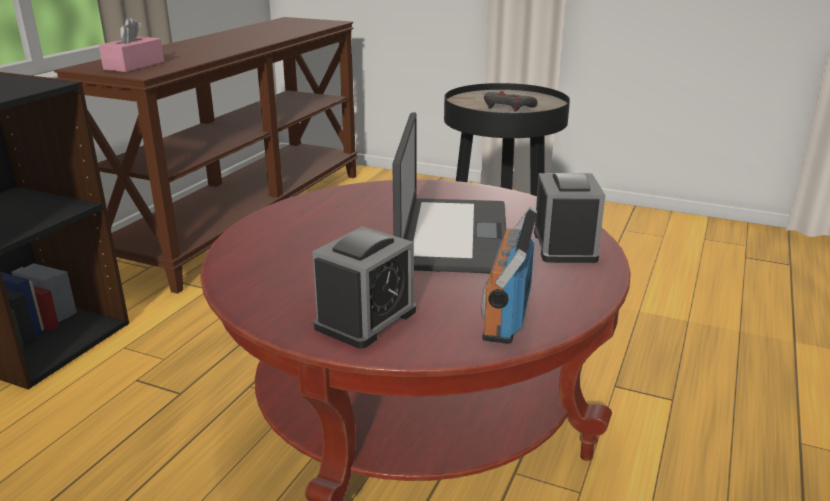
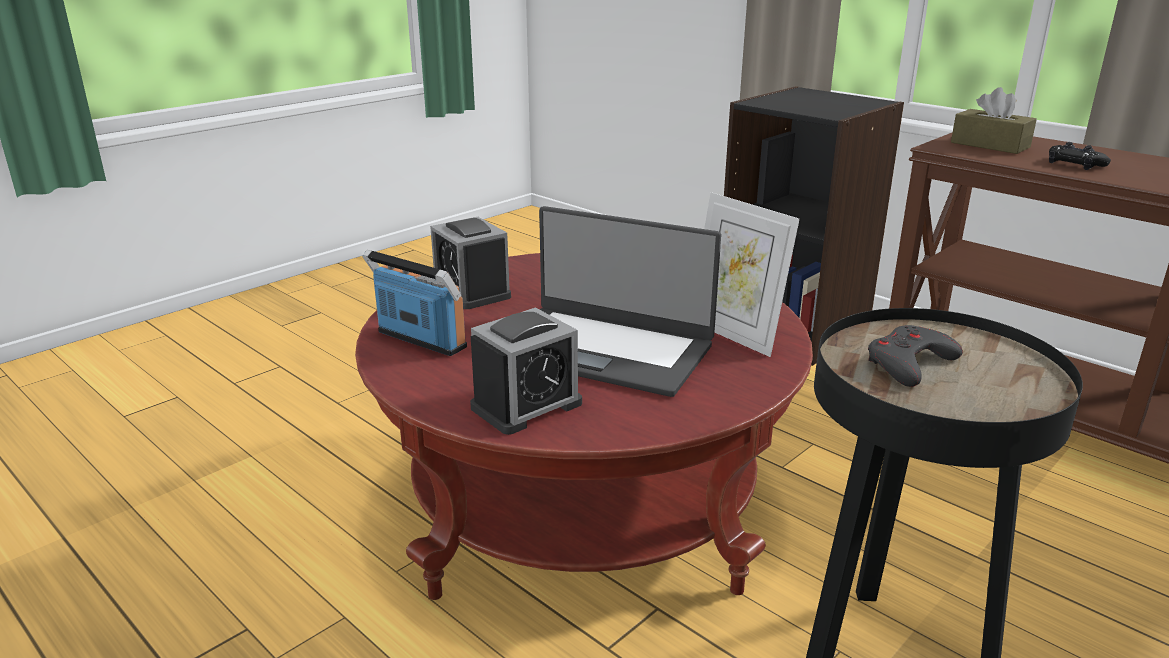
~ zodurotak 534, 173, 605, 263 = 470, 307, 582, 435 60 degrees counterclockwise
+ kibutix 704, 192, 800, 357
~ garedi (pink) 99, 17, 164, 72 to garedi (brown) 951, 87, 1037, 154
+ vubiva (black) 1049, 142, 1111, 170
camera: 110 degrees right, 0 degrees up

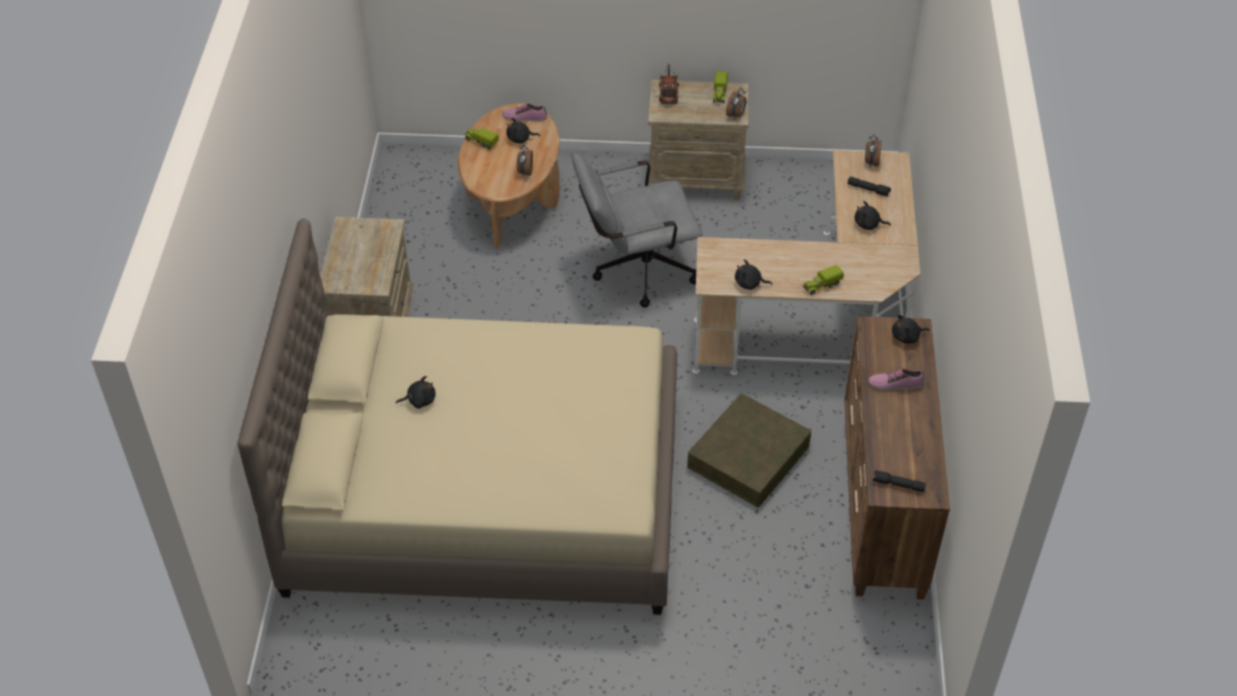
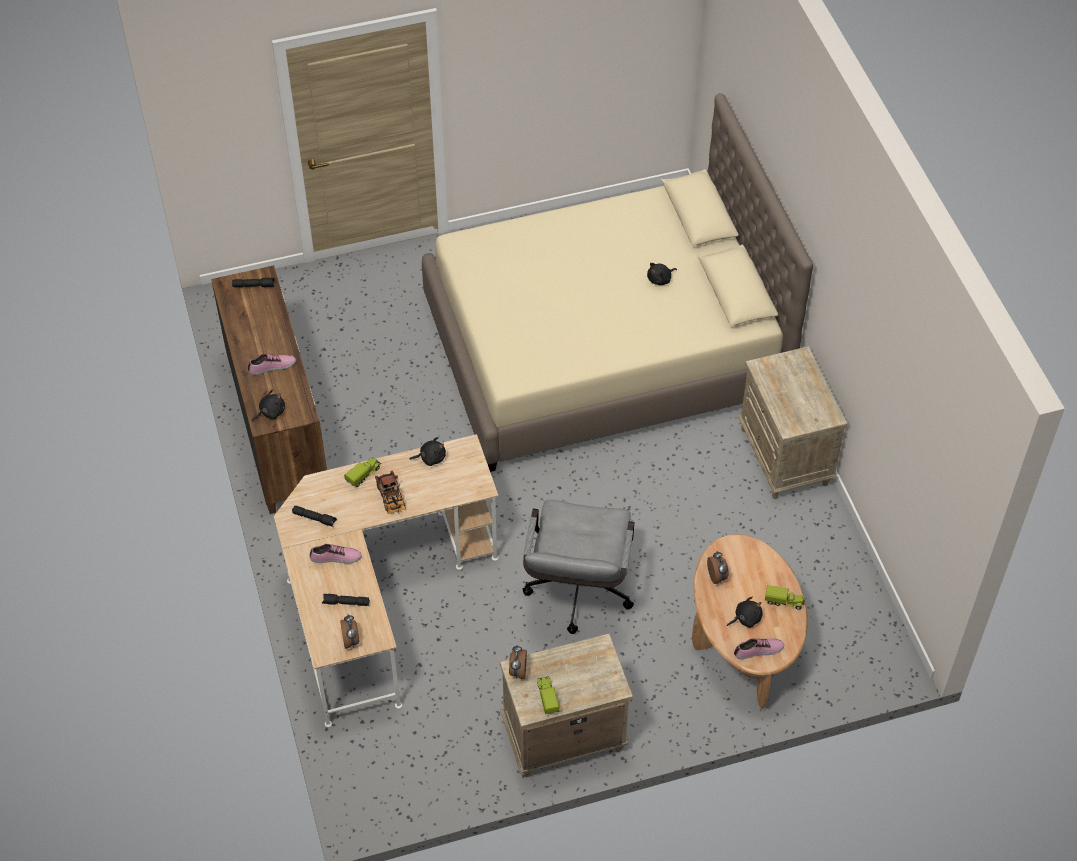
+ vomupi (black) 292, 506, 337, 527
~ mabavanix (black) 854, 201, 891, 230 to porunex 310, 544, 361, 564
~ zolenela 659, 63, 679, 104 to 375, 471, 406, 514
~ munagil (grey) 572, 153, 702, 308 = 523, 500, 634, 634 135 degrees clockwise
- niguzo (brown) 687, 394, 811, 508
camera: 160 degrees right, 5 degrees up

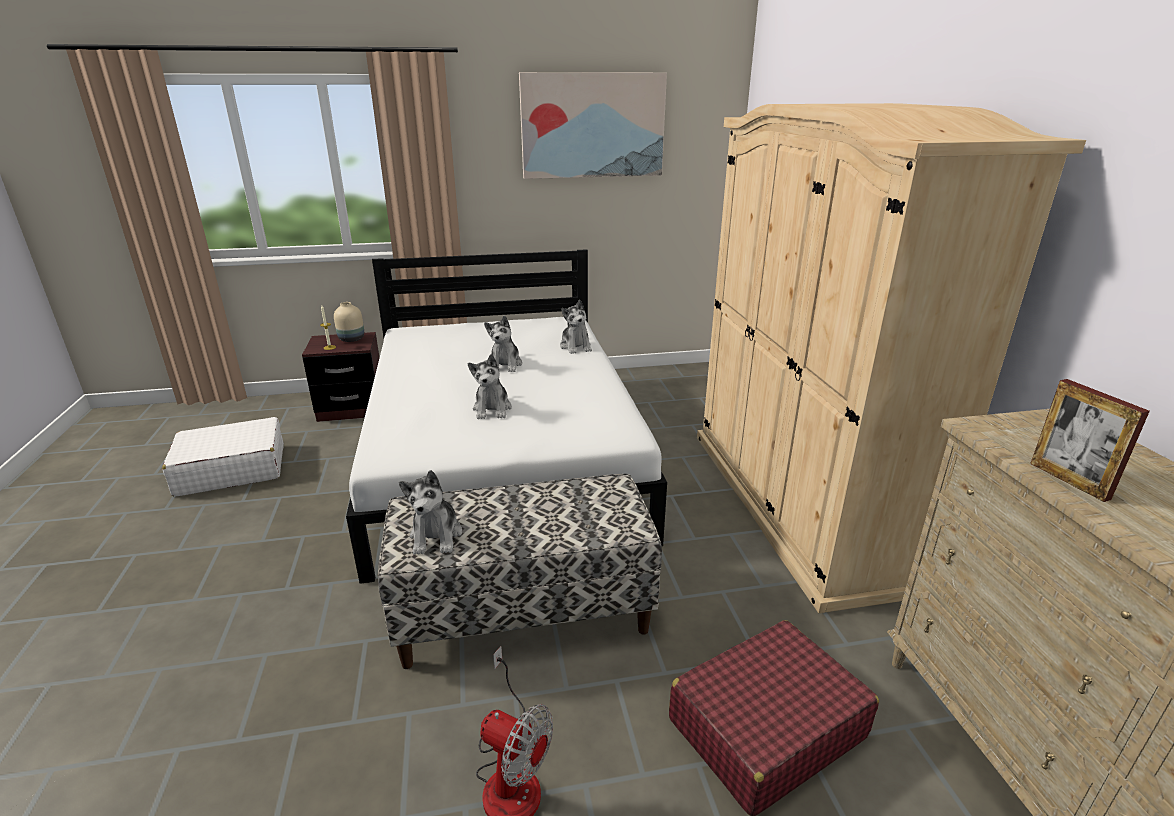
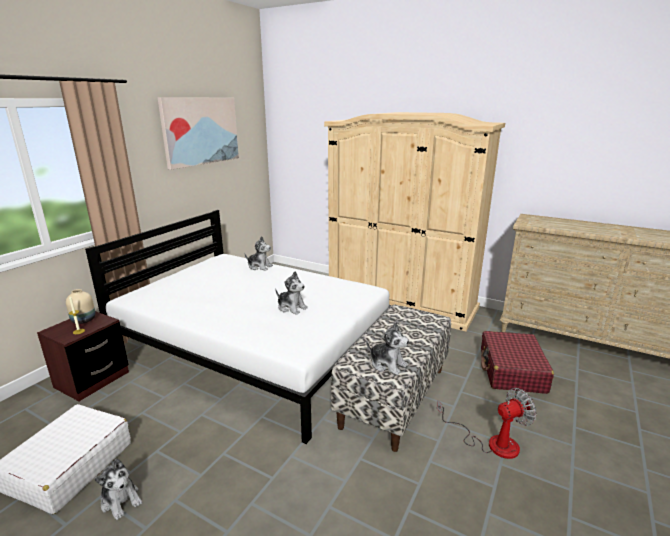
~ mabavanix 484, 316, 522, 372 to 94, 458, 142, 520
- kibutix 1030, 379, 1150, 502
camera: 50 degrees left, 5 degrees down

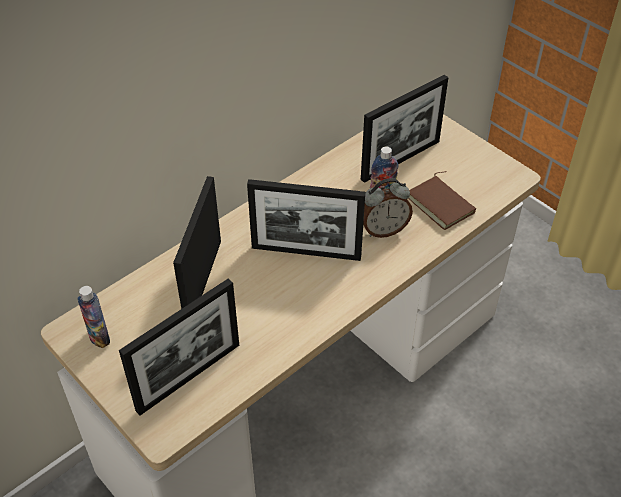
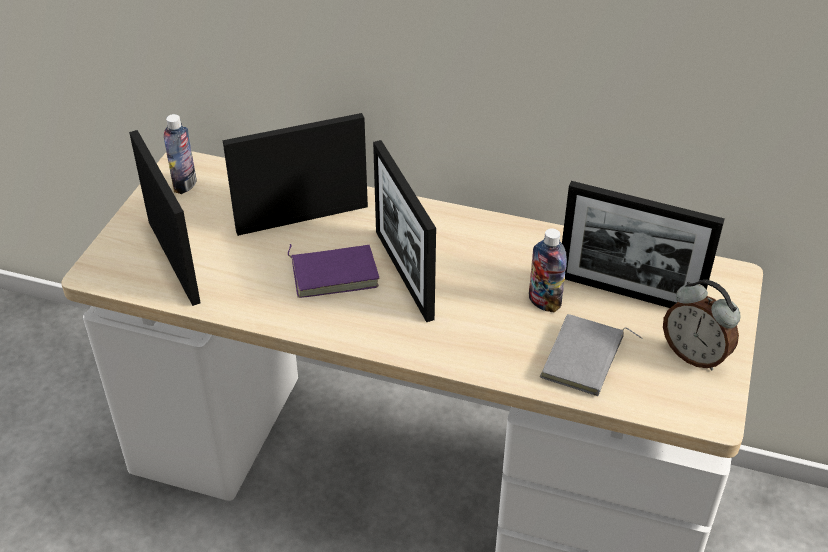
~ kibutix 119, 279, 239, 415 = 129, 130, 201, 306 135 degrees counterclockwise
+ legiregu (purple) 288, 244, 380, 298
~ legiregu (brown) 408, 171, 476, 230 to legiregu (grey) 540, 314, 642, 396
~ zodurotak 363, 178, 413, 238 to 663, 280, 741, 371
camera: 60 degrees right, 5 degrees down

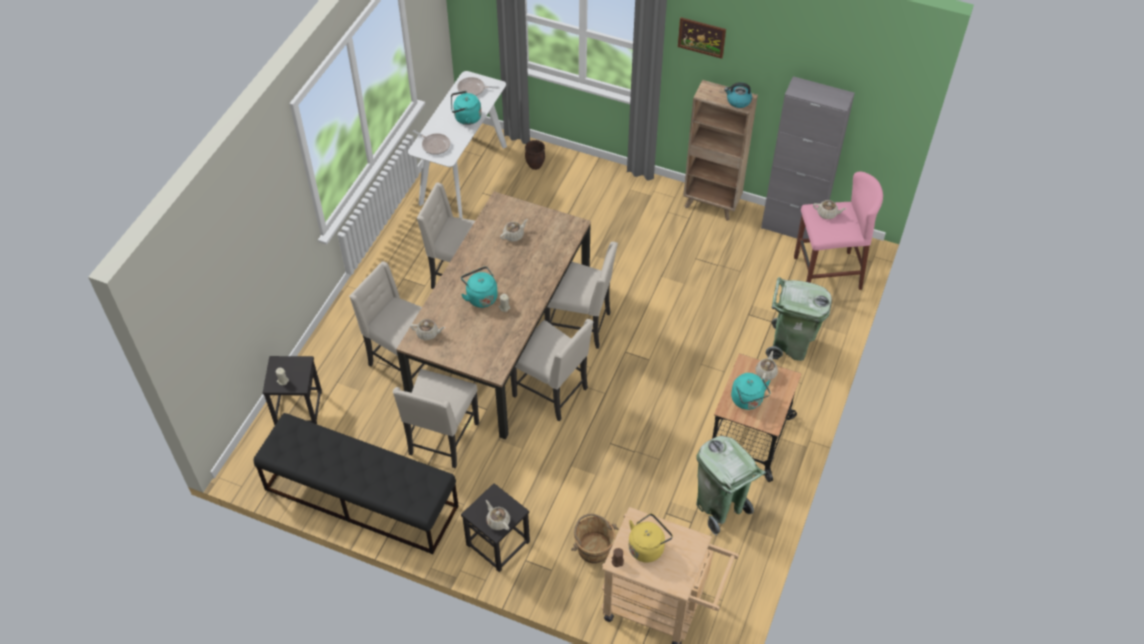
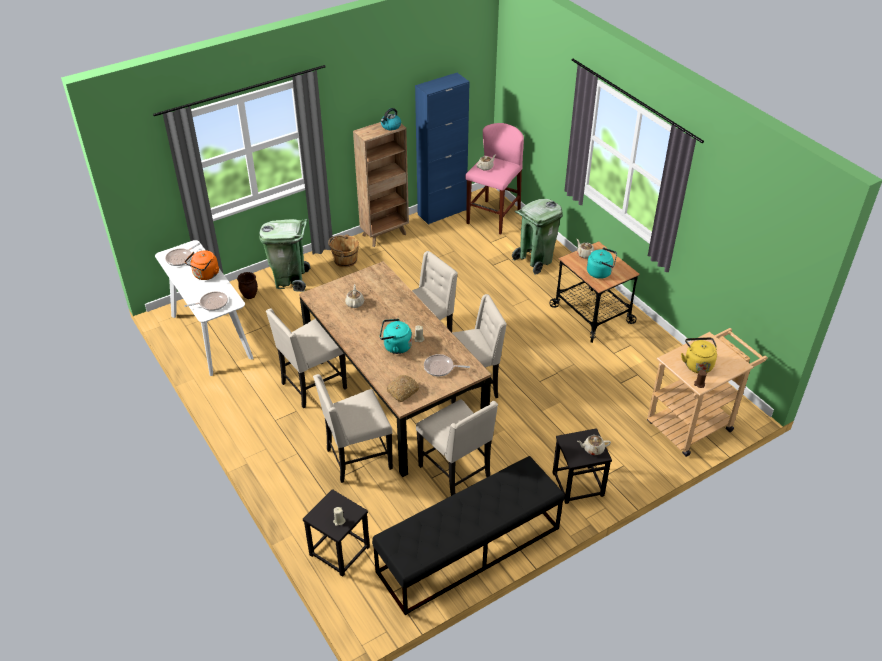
~ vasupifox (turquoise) 451, 91, 482, 125 to vasupifox (orange) 185, 250, 219, 280
~ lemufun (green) 696, 436, 766, 535 to 259, 219, 310, 292
~ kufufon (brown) 571, 514, 619, 564 to 328, 234, 359, 267
~ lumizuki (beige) 410, 319, 445, 340 to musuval 387, 375, 419, 402
~ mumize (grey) 761, 76, 855, 239 to mumize (blue) 415, 73, 469, 225
+ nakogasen 424, 354, 470, 376
- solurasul 678, 17, 726, 59
camera: 55 degrees left, 10 degrees down

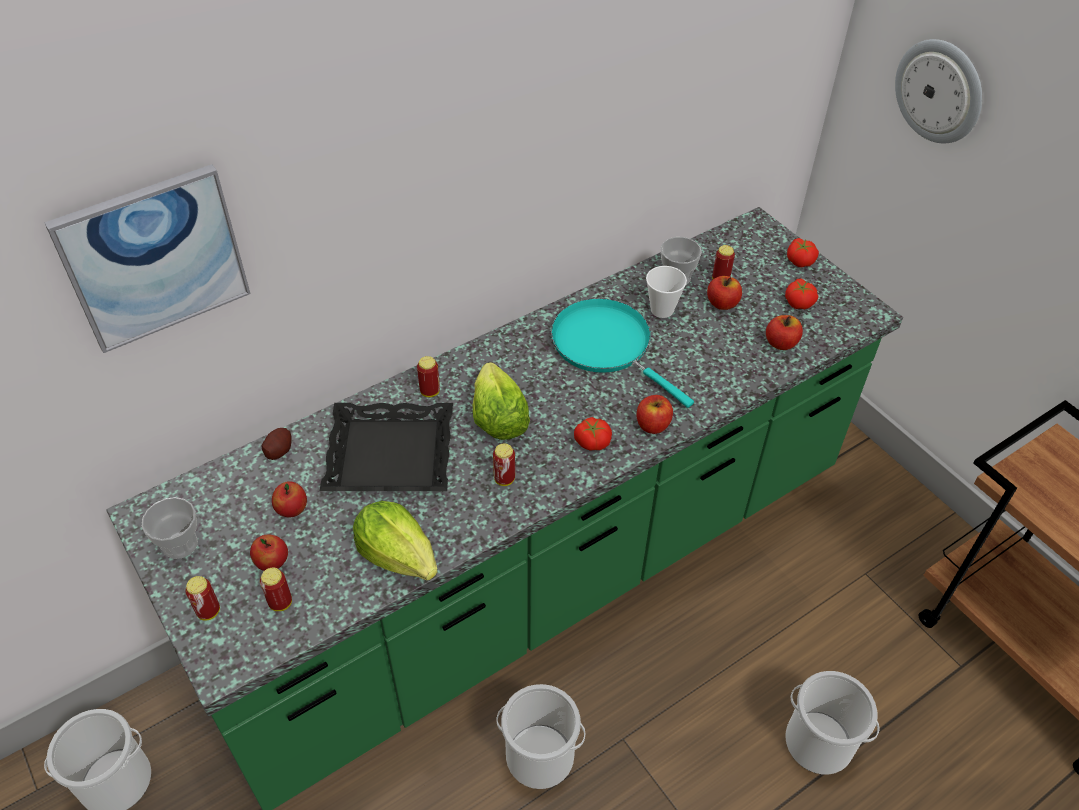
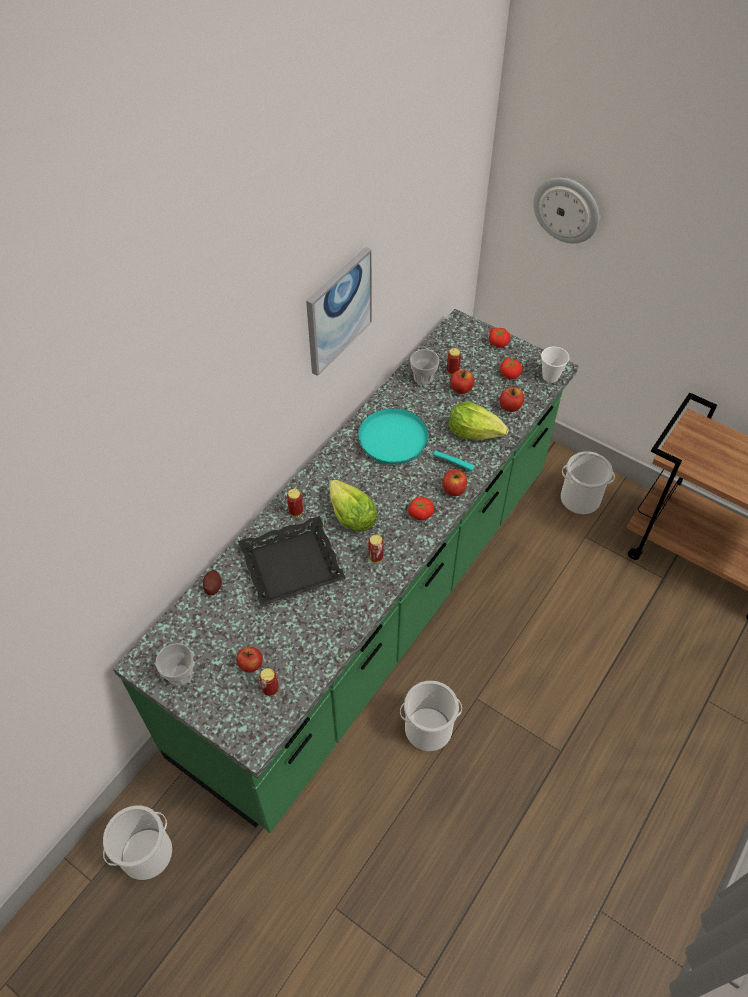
~ solurasul 45, 164, 251, 353 to 306, 247, 372, 376
~ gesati 353, 501, 438, 580 to 448, 401, 509, 440
~ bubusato 646, 266, 687, 318 to 541, 347, 569, 383
~ kufufon 785, 671, 880, 775 to 561, 451, 615, 514
- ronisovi 185, 576, 220, 621
- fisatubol 272, 481, 307, 517
camera: 20 degrees left, 5 degrees up

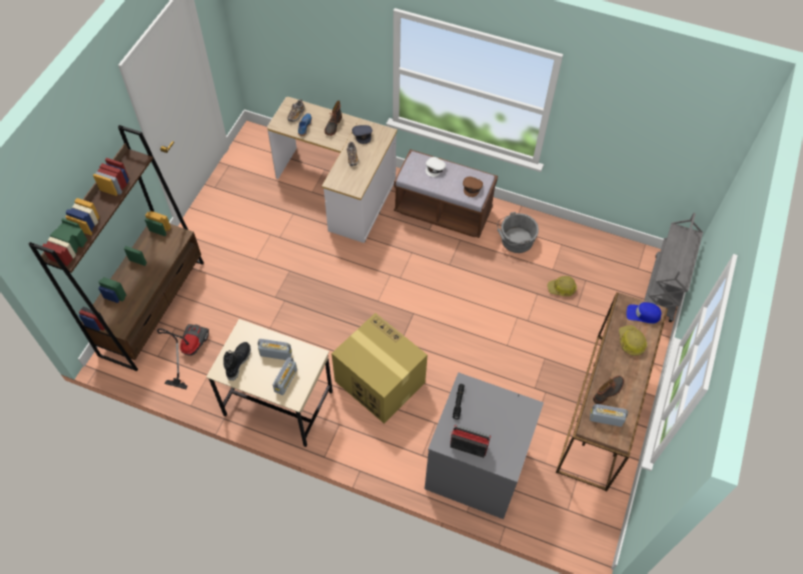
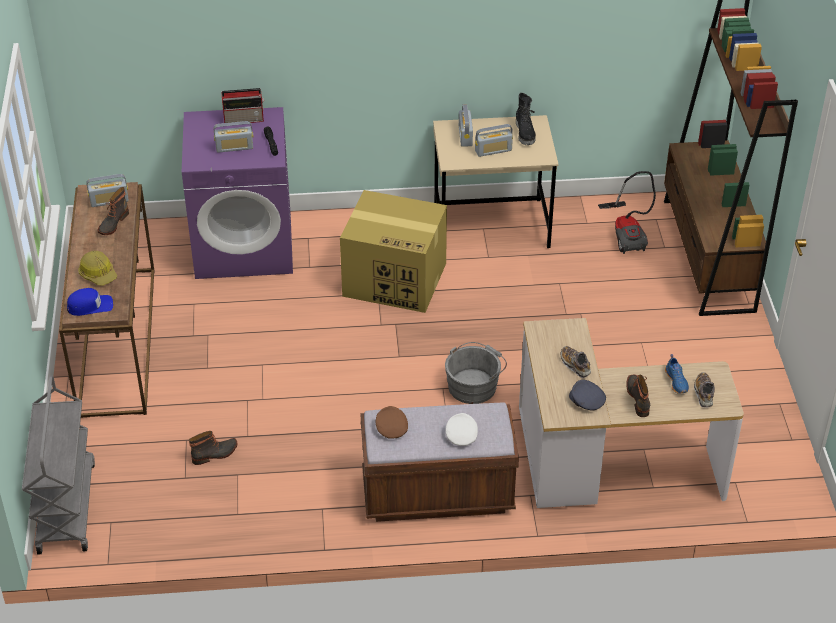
~ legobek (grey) 425, 372, 544, 519 to legobek (purple) 182, 107, 293, 279
~ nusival 548, 276, 577, 296 to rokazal 189, 431, 237, 465
+ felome 213, 121, 253, 153
~ kufufon (grey) 497, 212, 539, 253 to 445, 342, 507, 404
camera: 155 degrees right, 15 degrees down

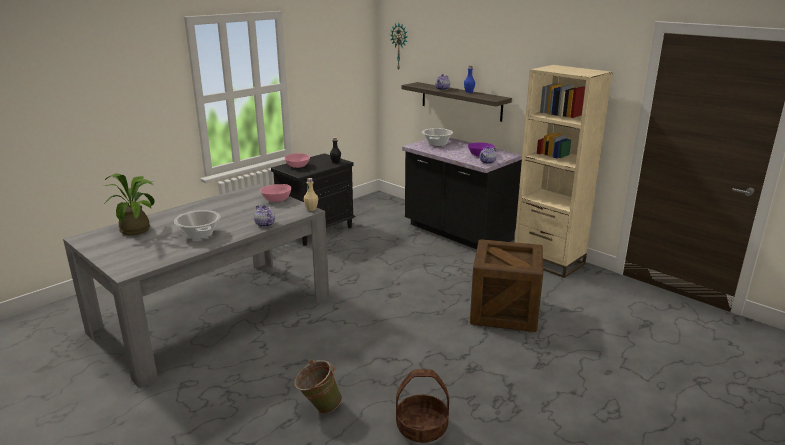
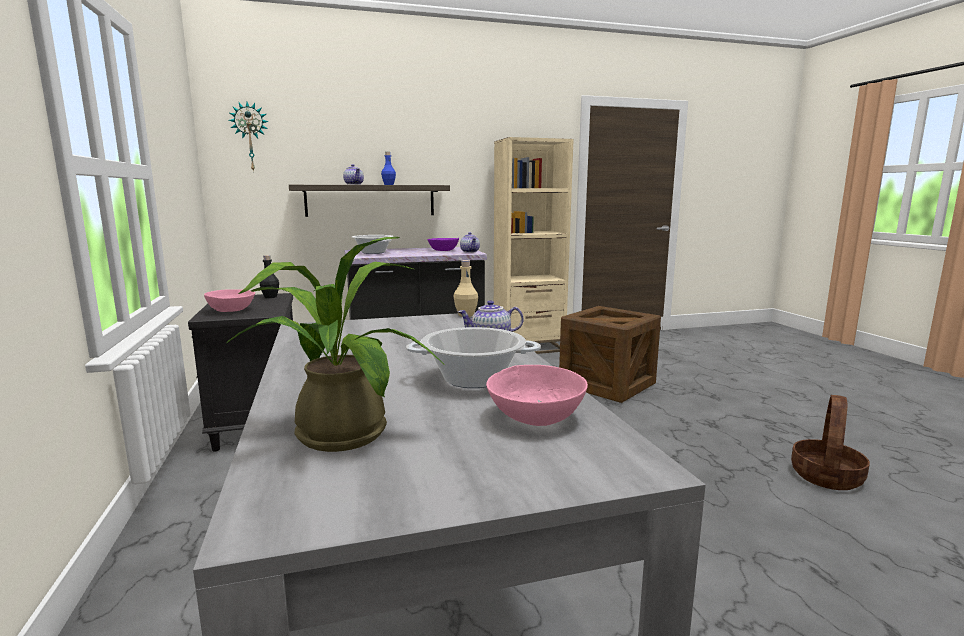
~ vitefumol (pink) 260, 184, 291, 202 to 486, 365, 588, 426
- kufufon (green) 294, 360, 342, 413
camera: 60 degrees left, 10 degrees down

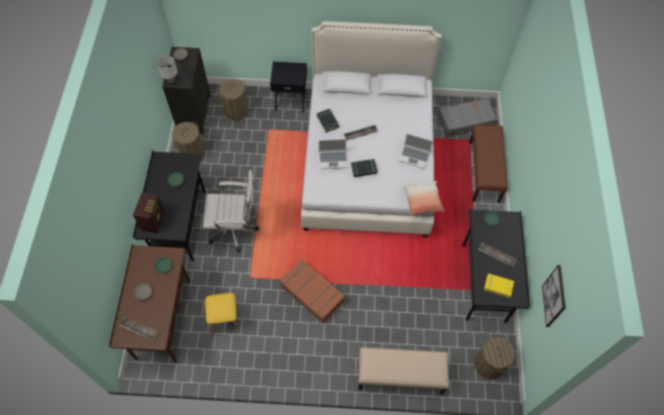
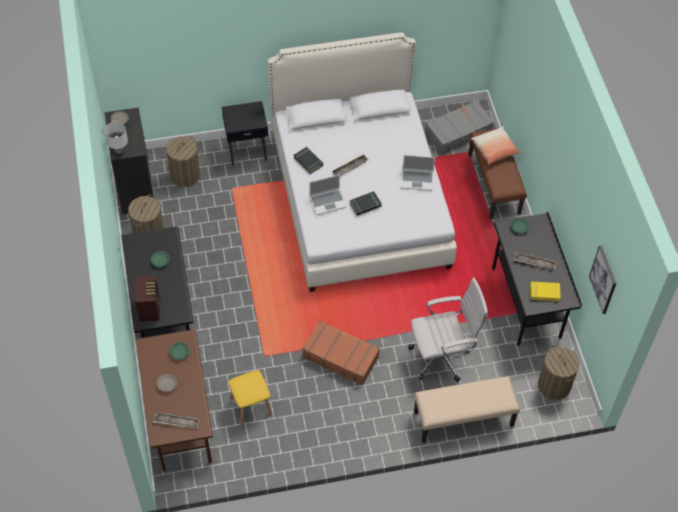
~ munagil (white) 203, 170, 259, 252 to 408, 278, 488, 382
~ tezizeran 403, 181, 445, 216 to 471, 127, 521, 165
camera: 15 degrees left, 5 degrees down

